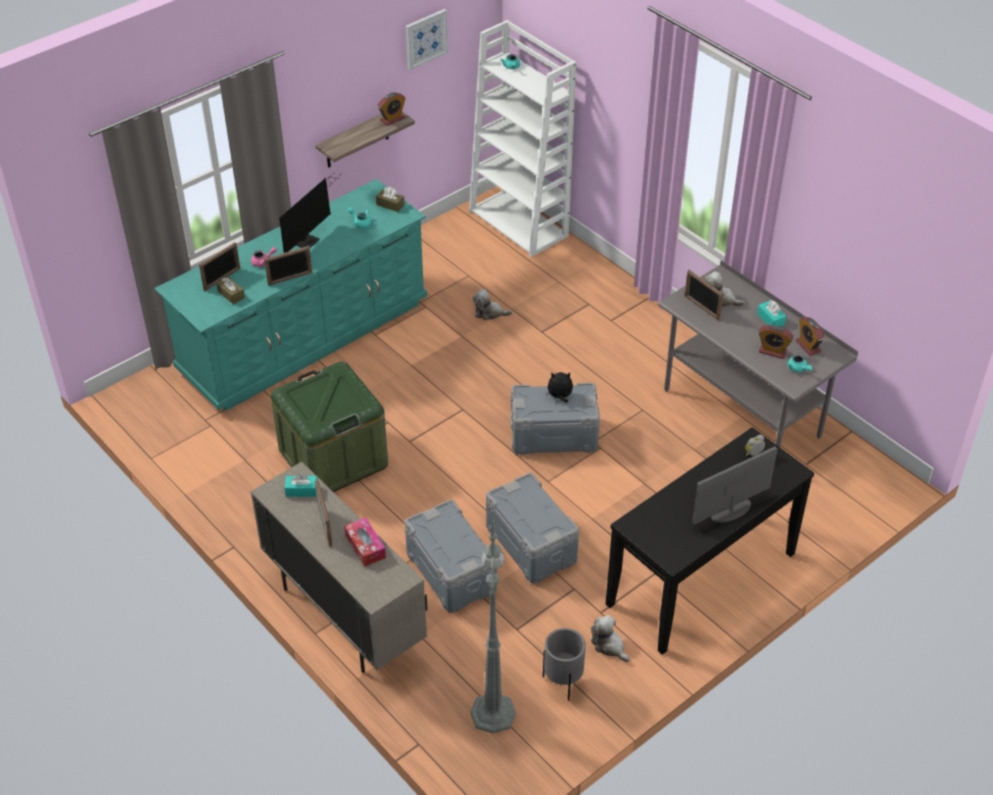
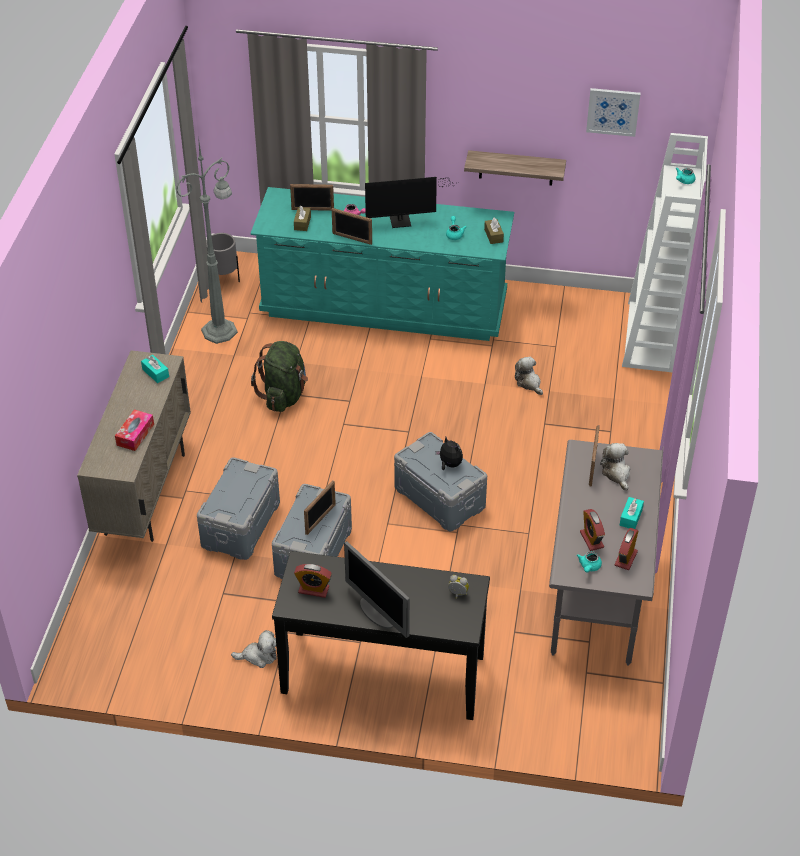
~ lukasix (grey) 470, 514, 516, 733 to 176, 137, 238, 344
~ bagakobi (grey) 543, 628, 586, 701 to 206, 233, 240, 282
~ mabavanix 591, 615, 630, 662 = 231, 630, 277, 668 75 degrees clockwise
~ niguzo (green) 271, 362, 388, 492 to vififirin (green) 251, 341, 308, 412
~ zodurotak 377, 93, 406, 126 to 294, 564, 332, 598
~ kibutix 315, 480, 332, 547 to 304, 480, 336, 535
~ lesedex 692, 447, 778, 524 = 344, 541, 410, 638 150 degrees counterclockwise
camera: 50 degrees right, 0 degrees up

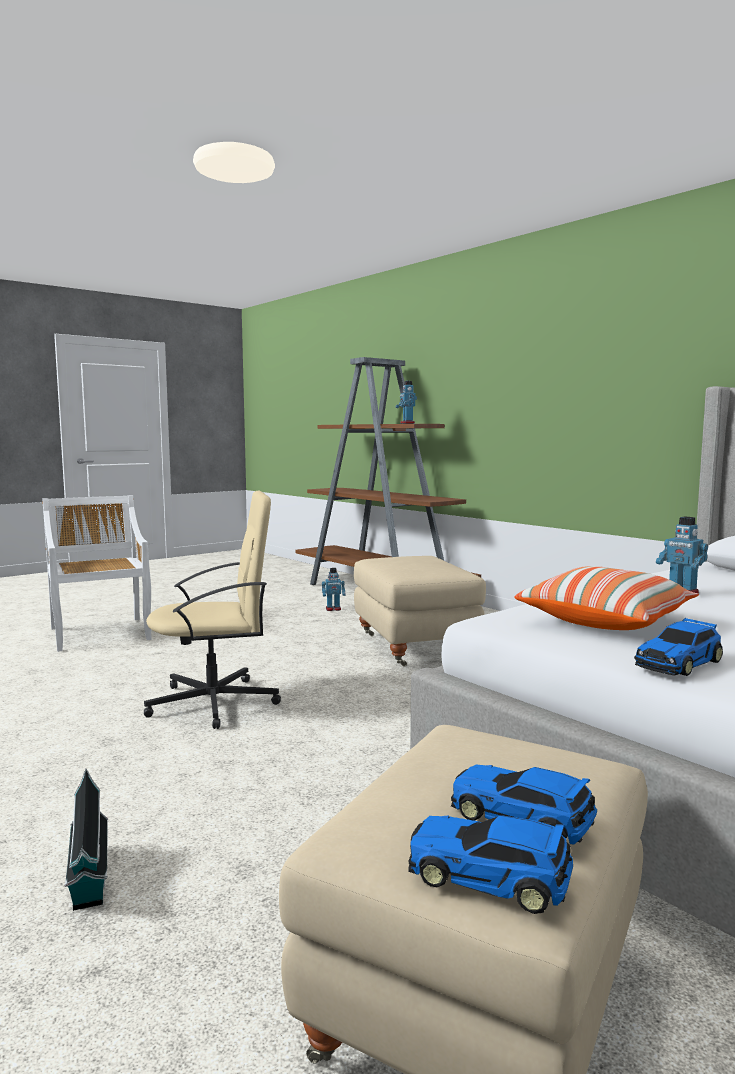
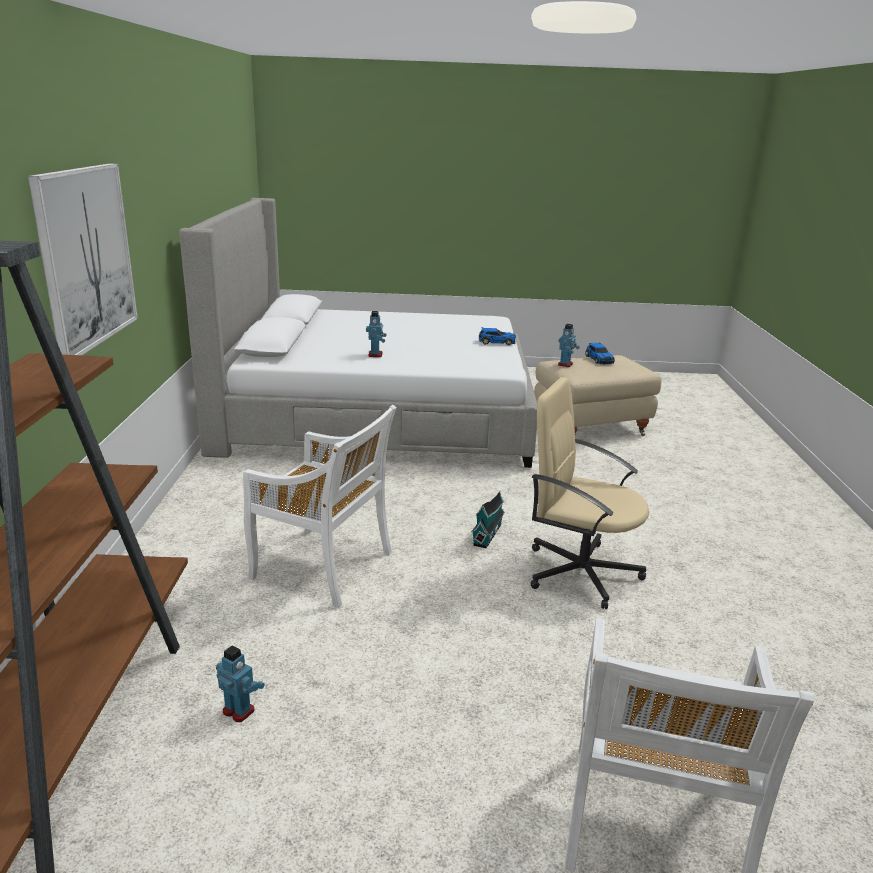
+ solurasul 28, 163, 138, 355
~ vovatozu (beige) 354, 556, 486, 667 to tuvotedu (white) 243, 405, 397, 608
~ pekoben 64, 769, 108, 911 to 471, 491, 505, 548
~ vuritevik 396, 381, 417, 424 to 558, 324, 580, 367
- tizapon 408, 815, 573, 914
- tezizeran 515, 566, 699, 630
camera: 140 degrees left, 15 degrees up

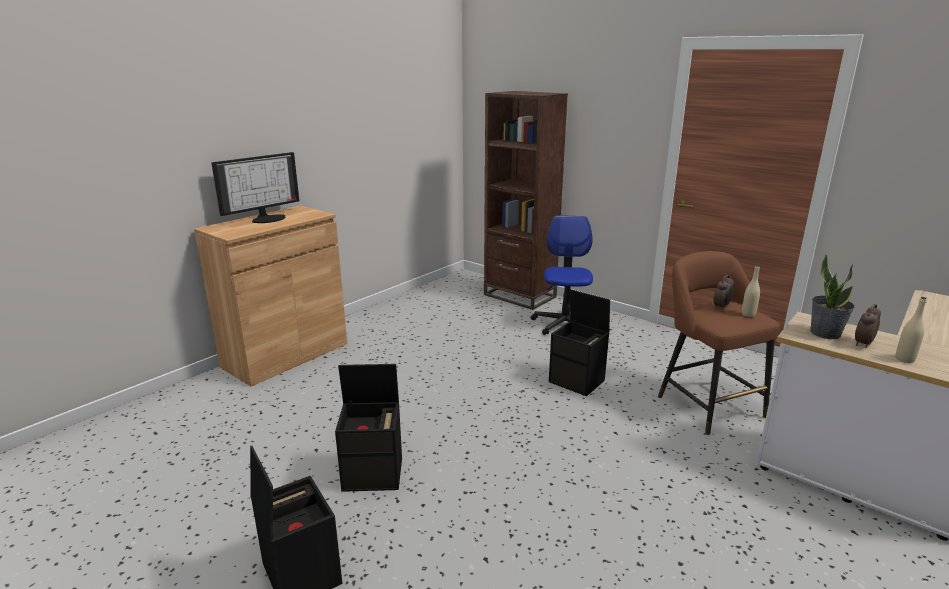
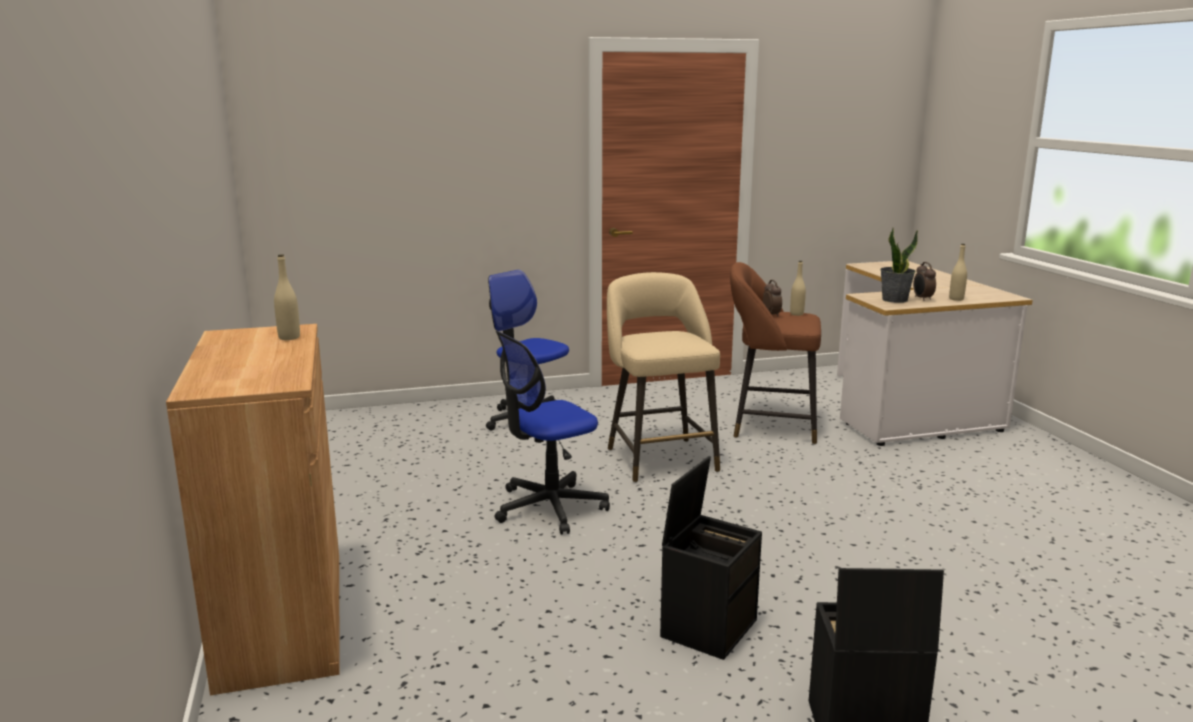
+ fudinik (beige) 274, 254, 300, 340
+ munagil 494, 331, 610, 535
~ niguzo (black) 549, 289, 610, 396 to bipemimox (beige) 607, 272, 720, 483
- lesedex 211, 152, 299, 223
- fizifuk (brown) 484, 91, 568, 310
camera: 55 degrees left, 5 degrees down

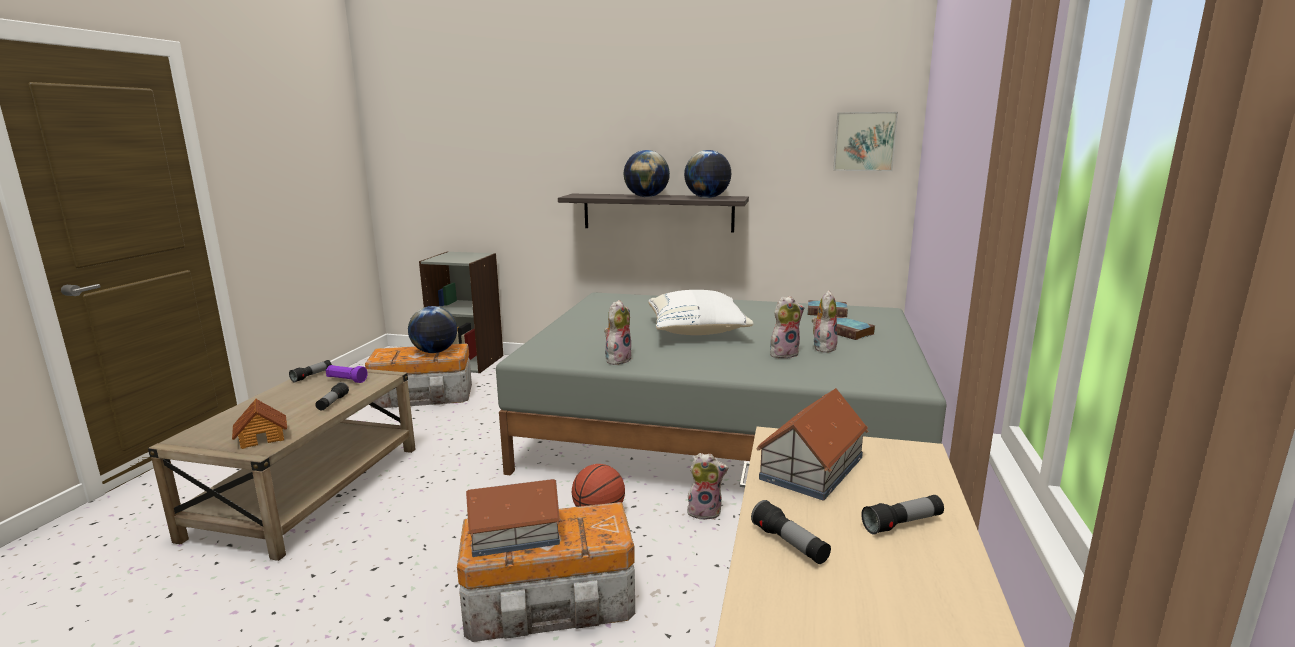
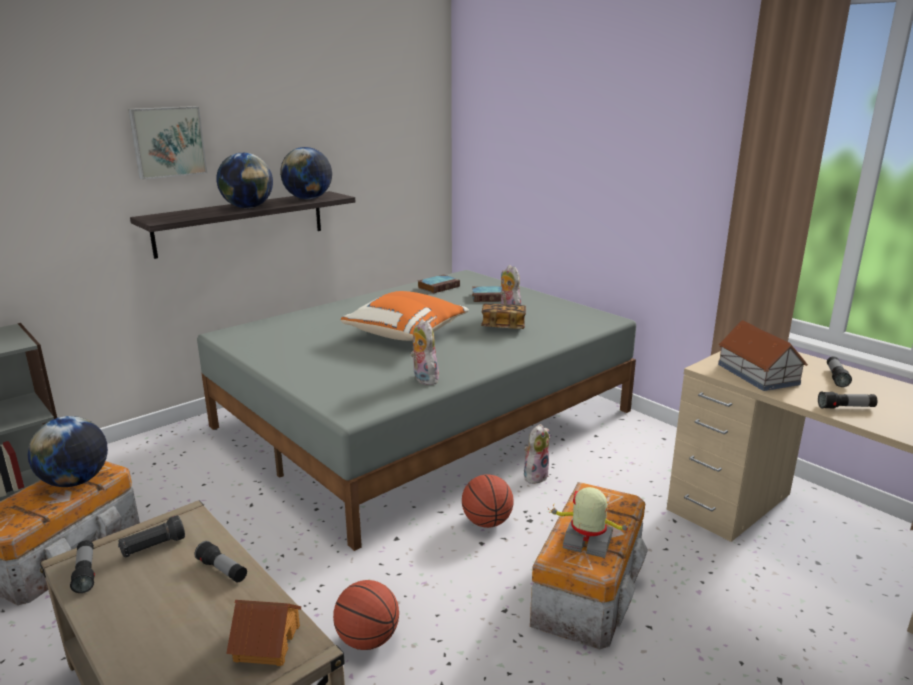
~ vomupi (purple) 326, 365, 368, 383 to vomupi (black) 118, 515, 185, 557
~ solurasul 833, 112, 898, 171 to 128, 106, 207, 180
+ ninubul 333, 580, 399, 650
~ tezizeran (white) 648, 290, 754, 335 to tezizeran (orange) 341, 291, 469, 341
~ mabavanix 770, 296, 805, 359 to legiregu 481, 304, 526, 329
~ pekoben 466, 479, 562, 557 to vuritevik 548, 487, 632, 558
camera: 55 degrees left, 5 degrees up

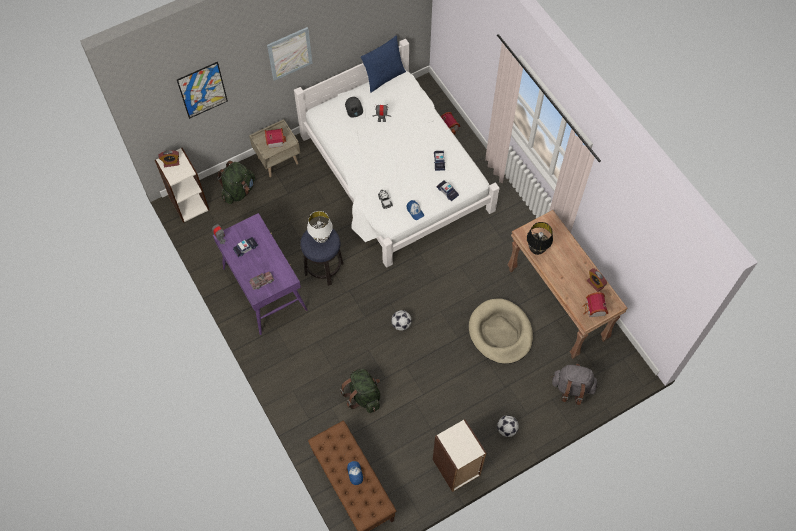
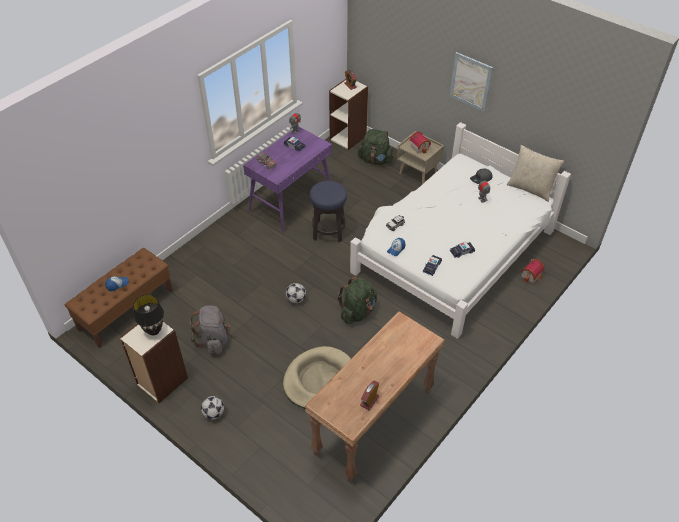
~ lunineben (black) 527, 222, 553, 255 to 134, 295, 164, 335
~ vififirin (grey) 551, 364, 597, 405 to 190, 305, 231, 355
~ vififirin (green) 340, 369, 380, 413 to 338, 277, 377, 324
~ tezizeran (blue) 361, 35, 406, 93 to tezizeran (beige) 507, 145, 564, 202
- solurasul 177, 62, 228, 119
- lunineben (white) 307, 211, 333, 243
- pekoben 582, 292, 608, 317
camera: 70 degrees right, 15 degrees down

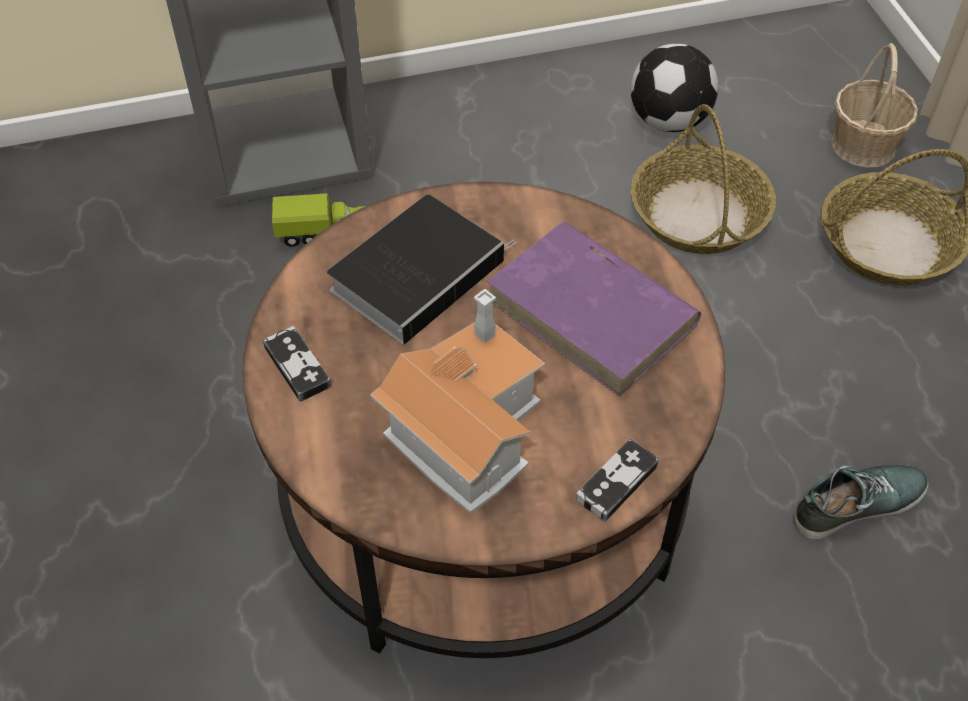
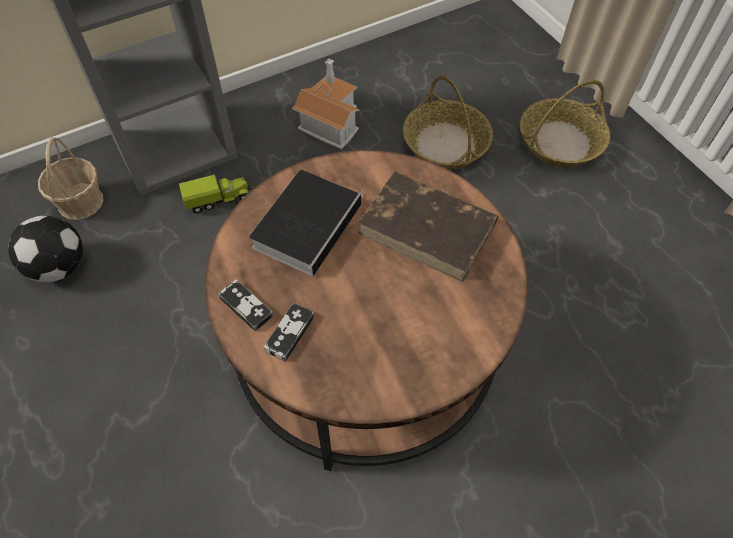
~ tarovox 631, 44, 718, 132 to 8, 216, 83, 282
~ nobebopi 831, 43, 918, 168 to 38, 137, 103, 220
~ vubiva 576, 439, 659, 522 to 264, 303, 314, 362
~ pekoben 370, 289, 545, 514 to 292, 58, 359, 149
~ legiregu (purple) 487, 222, 701, 397 to legiregu (brown) 358, 172, 498, 282
- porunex 793, 465, 928, 540
camera: 15 degrees left, 5 degrees up

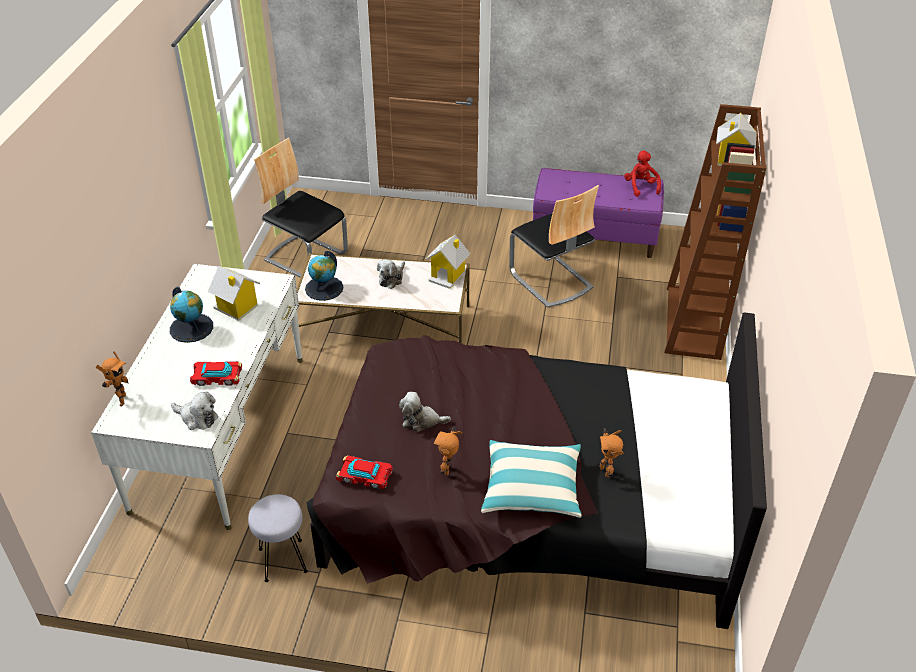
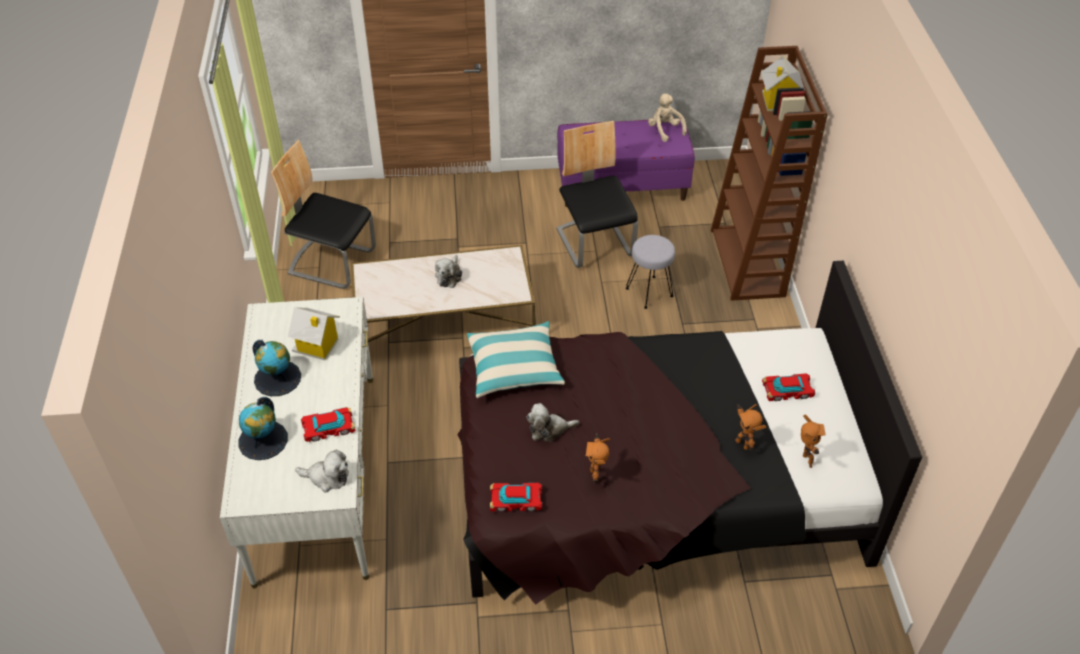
~ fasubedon 305, 251, 343, 301 to 238, 397, 288, 460
~ tezizeran 481, 440, 582, 518 to 467, 321, 565, 398
~ tuvotedu 509, 185, 599, 308 = 557, 121, 638, 268 150 degrees counterclockwise
~ bipemimox (grey) 248, 494, 308, 582 to 626, 235, 675, 309
~ mabavanix (red) 624, 151, 661, 197 to mabavanix (beige) 648, 93, 687, 142
+ tizapon 762, 373, 815, 401
~ vuritevik 96, 351, 129, 407 to 801, 415, 826, 468
- pekoben 425, 235, 470, 289
camera: 15 degrees left, 5 degrees up

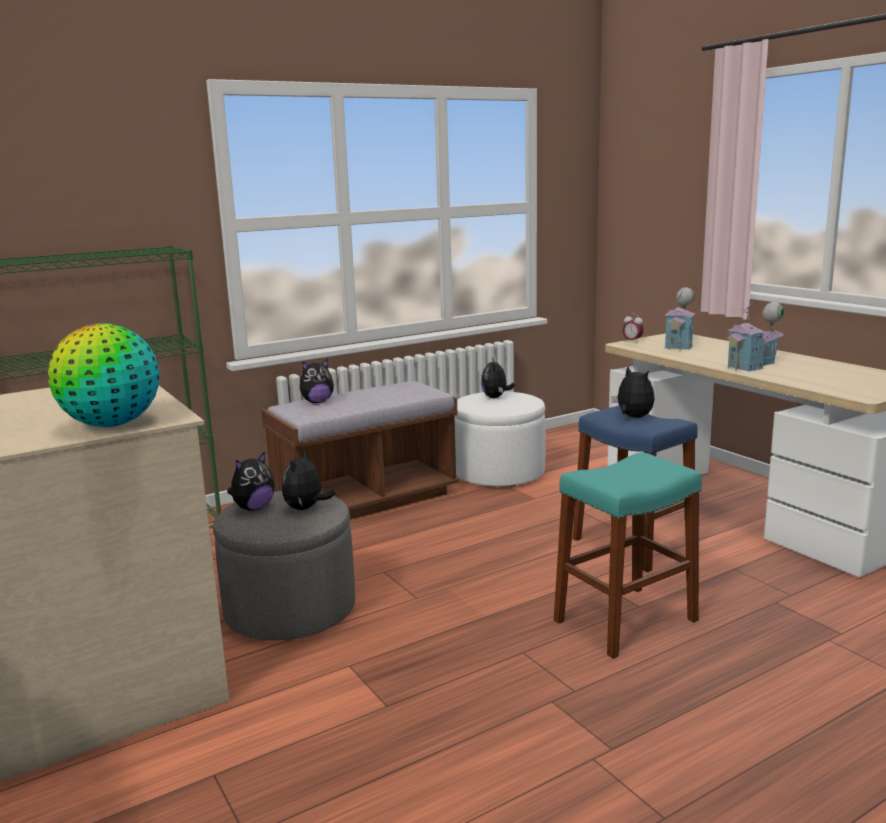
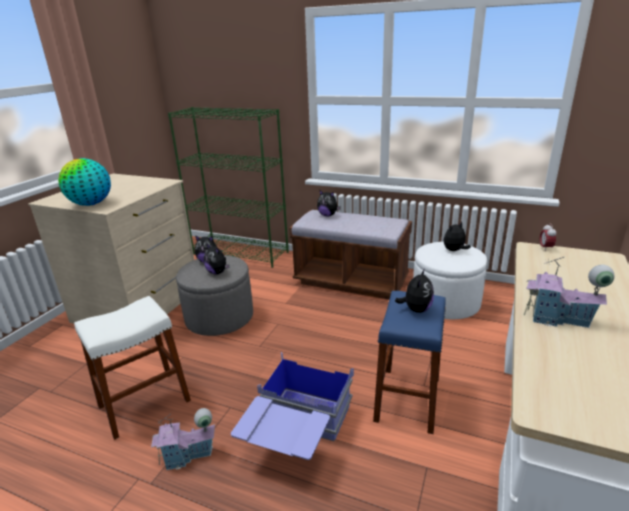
+ bipemimox (white) 74, 296, 191, 440
~ pekoben 665, 287, 695, 351 to 151, 408, 215, 470
~ mabavanix 282, 450, 335, 510 = 204, 244, 230, 275 120 degrees counterclockwise
~ bipemimox (turquoise) 554, 452, 702, 659 to niguzo (blue) 231, 352, 354, 460
camera: 55 degrees right, 10 degrees up

